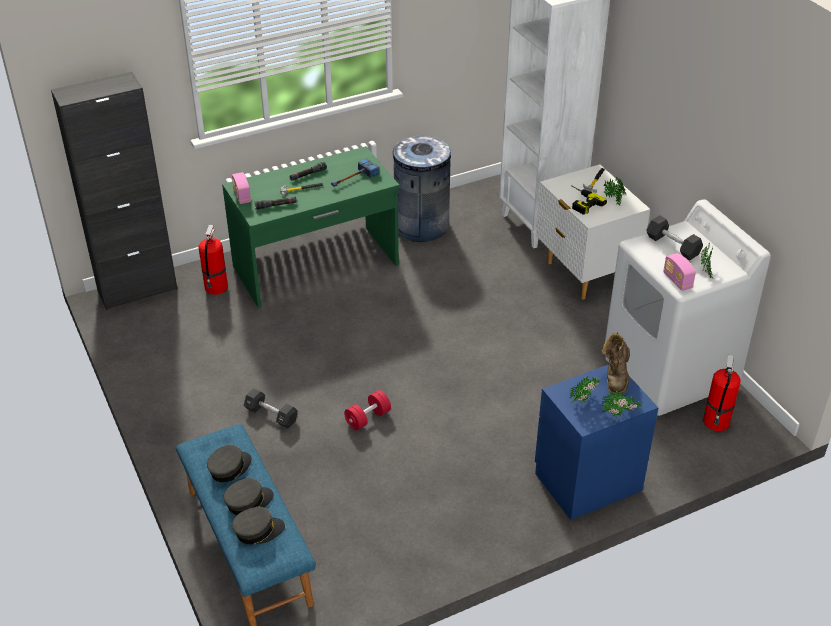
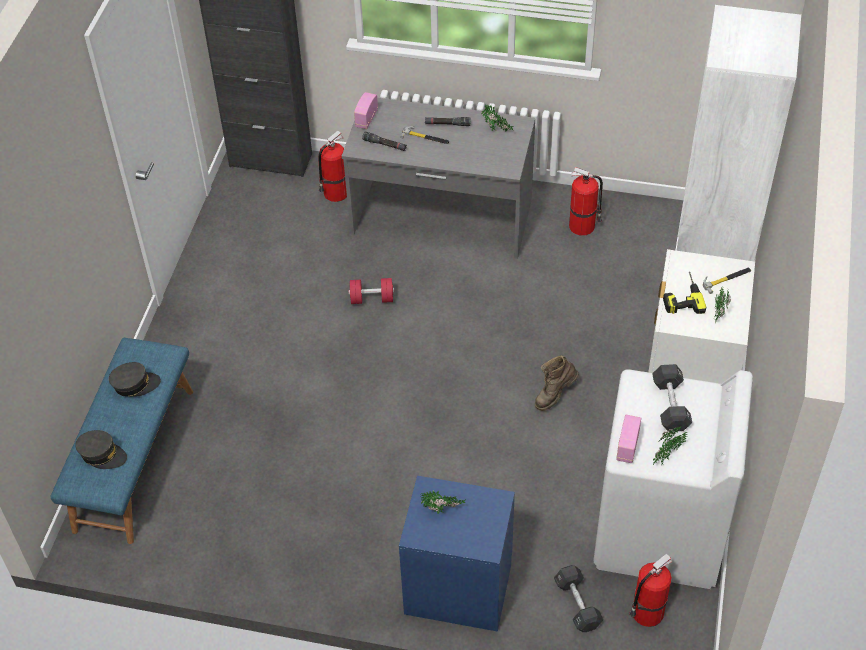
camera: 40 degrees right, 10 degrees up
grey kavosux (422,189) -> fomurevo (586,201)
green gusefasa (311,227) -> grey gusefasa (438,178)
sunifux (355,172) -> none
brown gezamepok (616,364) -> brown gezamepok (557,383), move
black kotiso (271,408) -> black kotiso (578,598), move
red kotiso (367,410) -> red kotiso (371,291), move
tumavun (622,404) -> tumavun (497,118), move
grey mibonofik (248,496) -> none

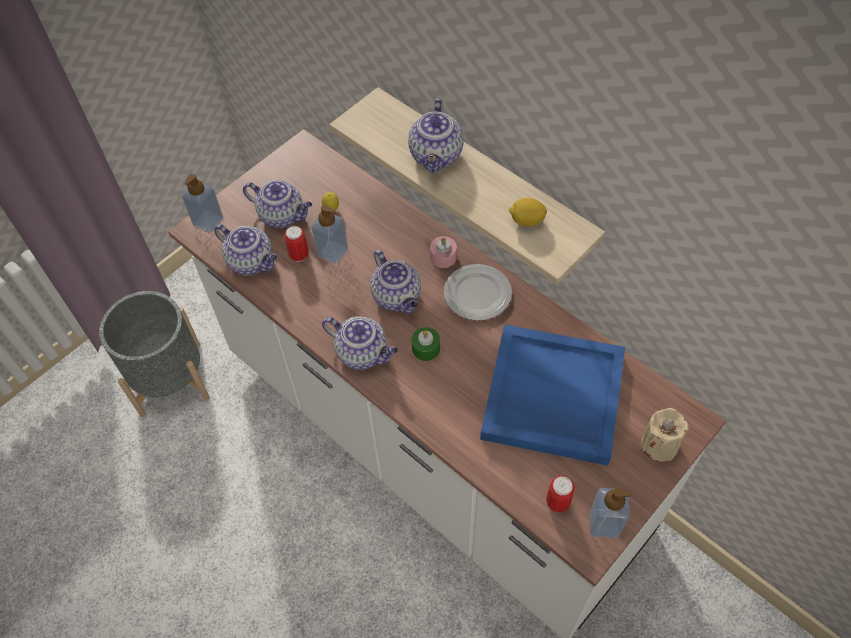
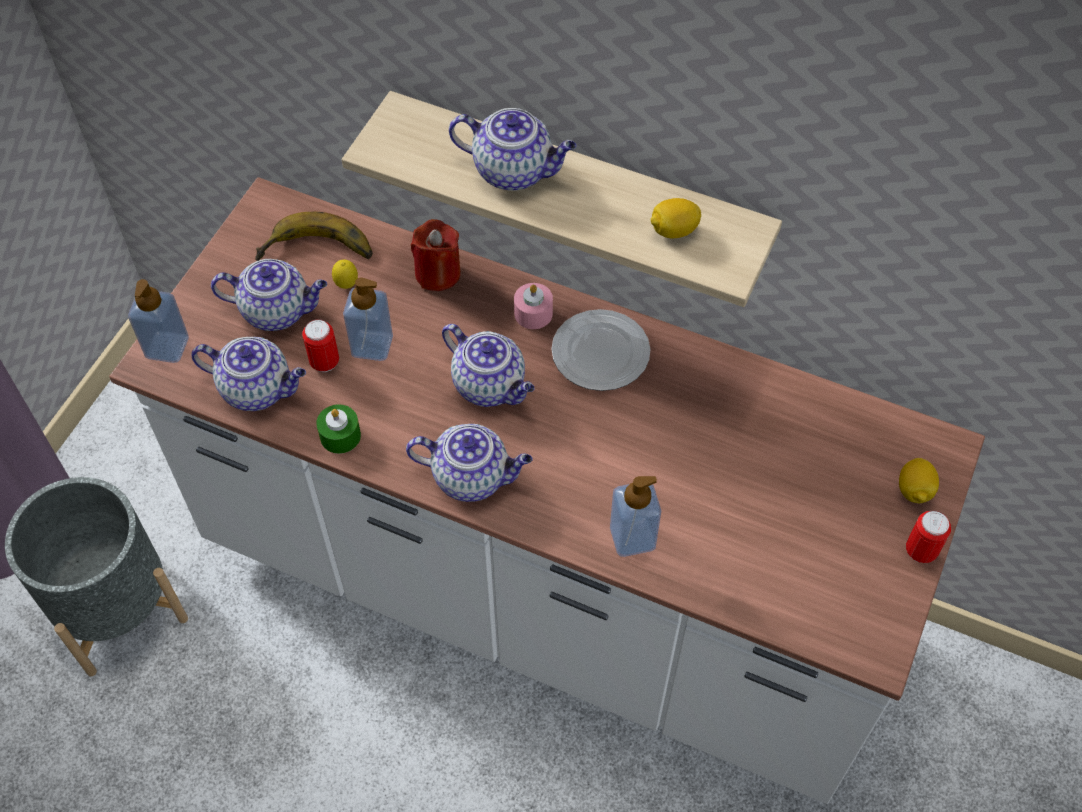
camera: 20 degrees left, 0 degrees up
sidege (436,136) -> sidege (513,149), 60 degrees counterclockwise
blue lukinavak (552,395) -> none
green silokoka (425,344) -> green silokoka (338,429), move
beige silokoka (665,434) -> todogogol (919,480)
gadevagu (560,494) -> gadevagu (928,537), move
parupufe (611,513) -> parupufe (635,516), move
none -> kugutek (314,236)
none -> red silokoka (436,255)

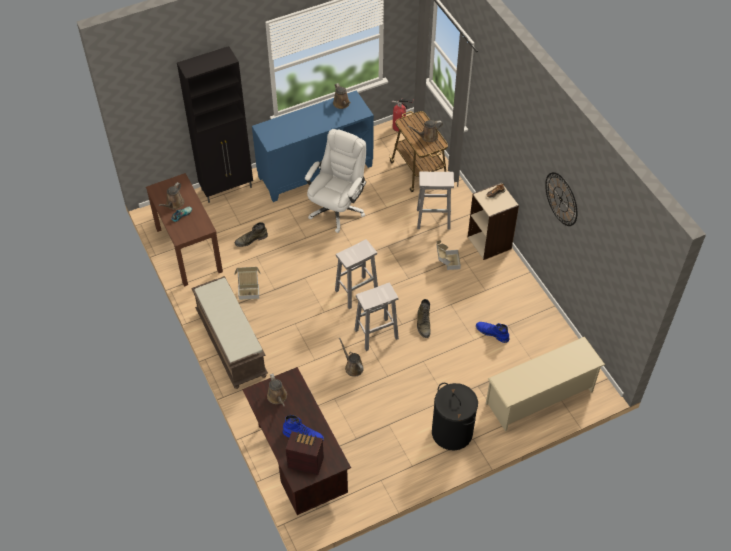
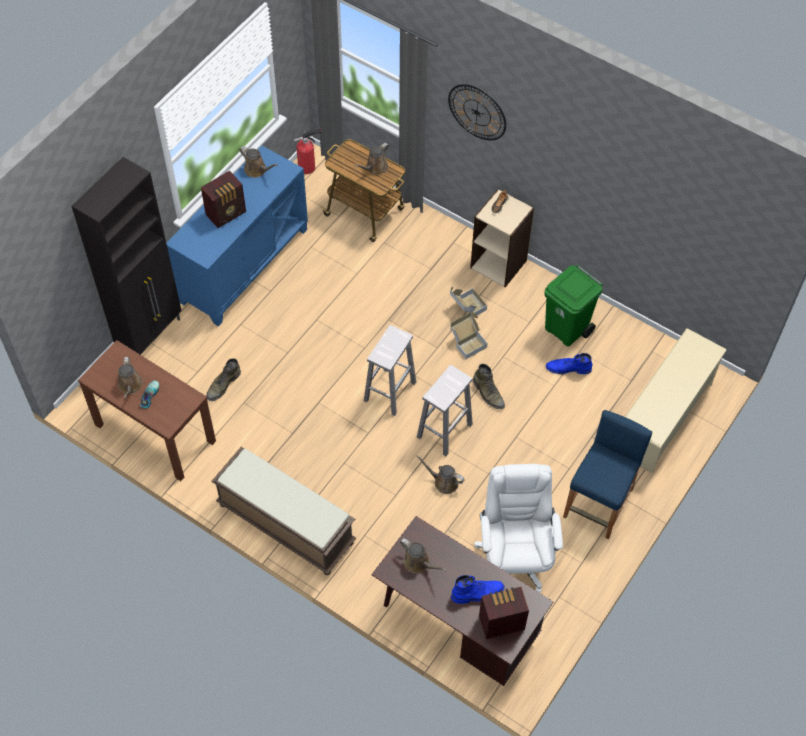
camera: 30 degrees left, 5 degrees up
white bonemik (335,181) -> white bonemik (518,528), move
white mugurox (435,200) -> none
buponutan (561,199) -> buponutan (477,112), move
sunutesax (247,283) -> sunutesax (468,335), move
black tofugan (455,416) -> blue mugurox (607,474)
none -> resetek (223,199)
none -> green kavosux (574,305)

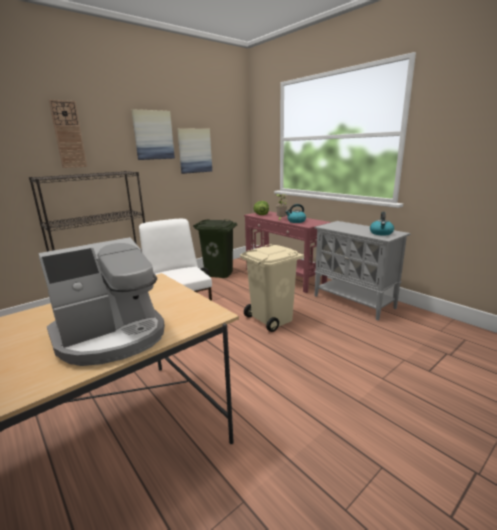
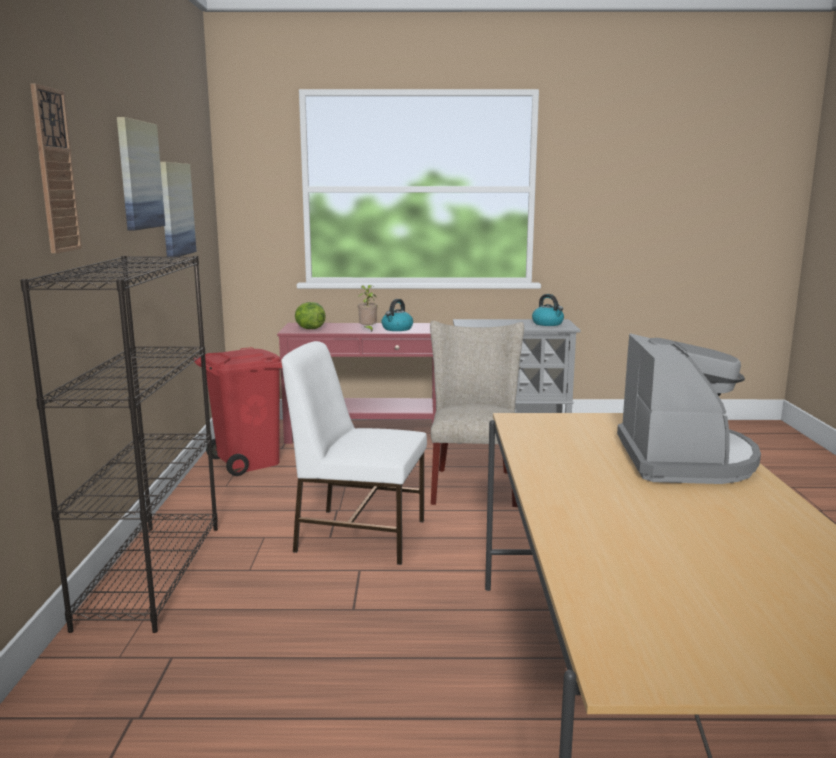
camera: 50 degrees left, 5 degrees down
green kavosux (215,248) -> red kavosux (238,411)
beige kavosux (272,288) -> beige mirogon (477,414)

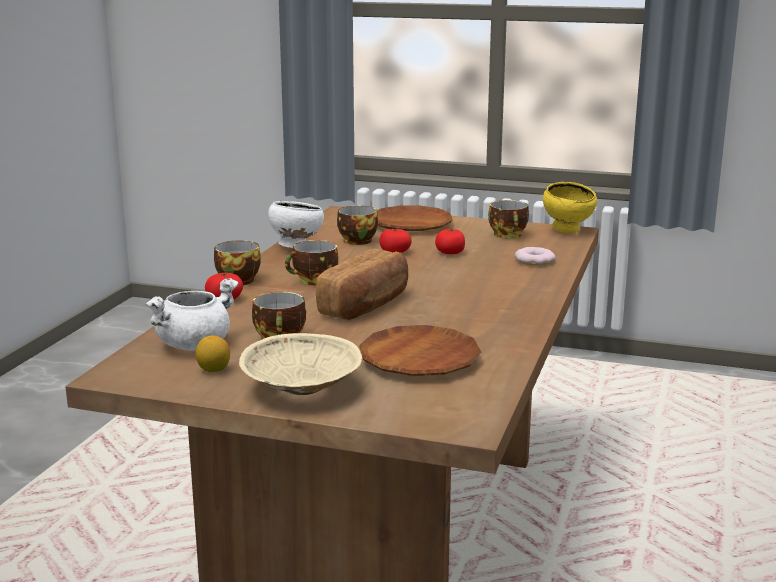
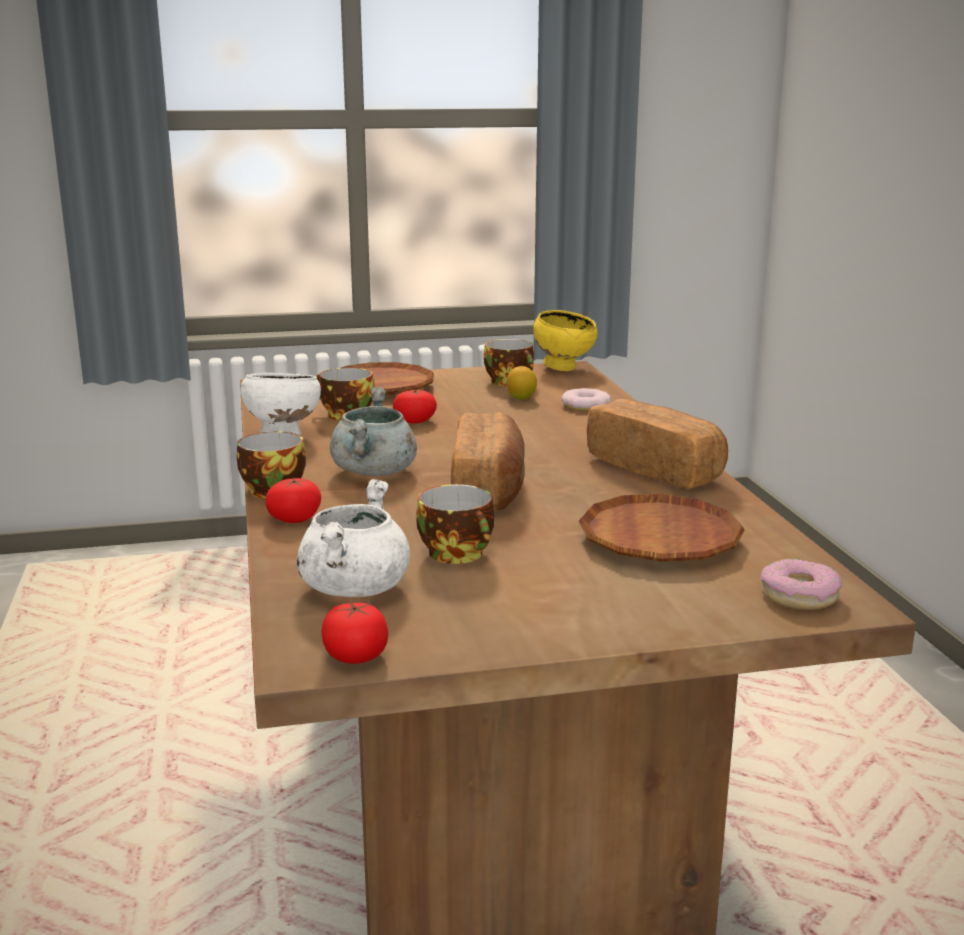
camera: 30 degrees left, 0 degrees up
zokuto (450,241) -> zokuto (354,633), move
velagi (312,262) -> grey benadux (373,431)
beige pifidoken (300,364) -> none
todogogol (213,354) -> todogogol (521,383), move
none -> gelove (657,444)
none -> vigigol (801,584)

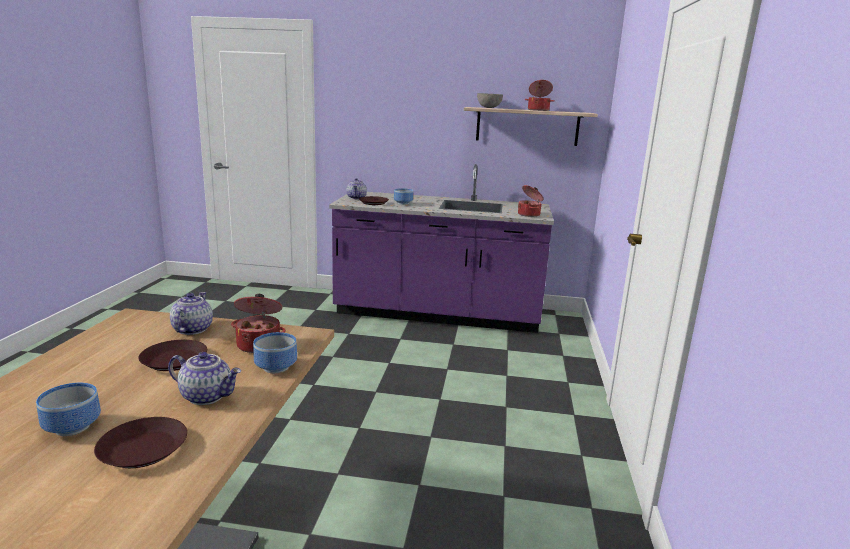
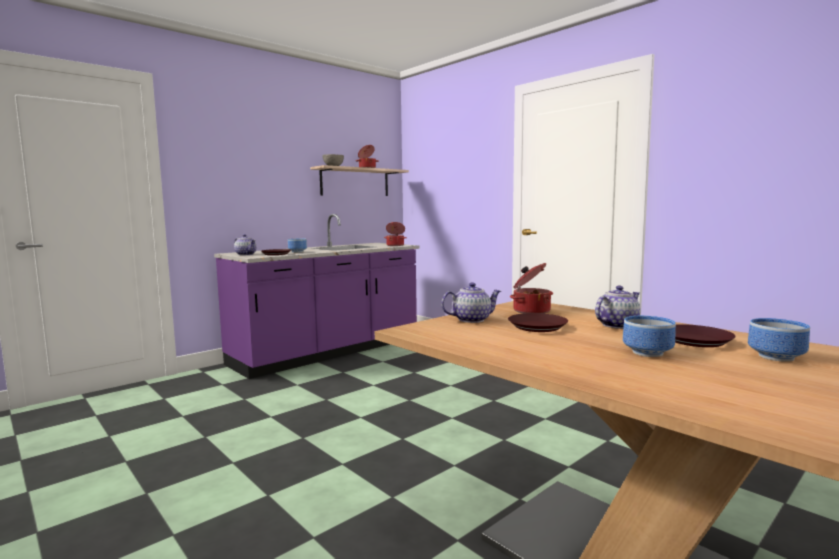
camera: 50 degrees left, 10 degrees down
sidege (191,313) -> sidege (471,302), 120 degrees clockwise
pifidoken (275,352) -> pifidoken (779,340), move

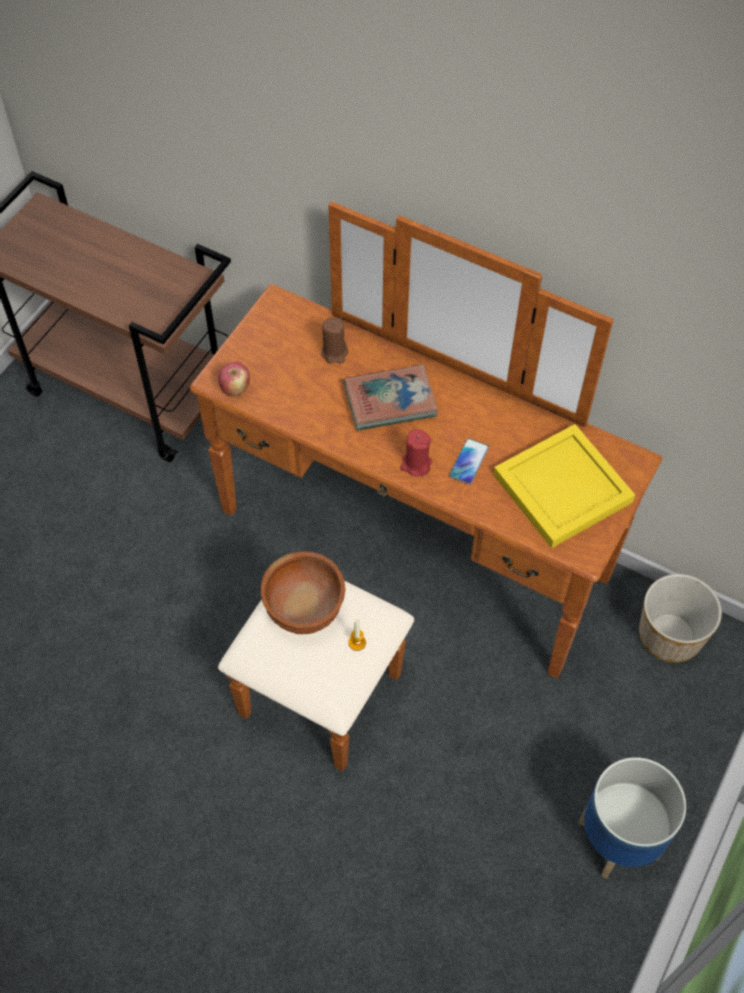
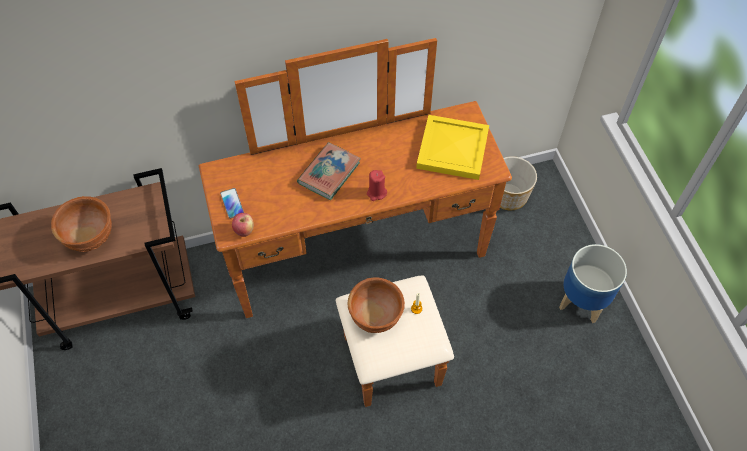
camera: 45 degrees left, 0 degrees up
brown silokoka (334,340) -> none
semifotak (469,461) -> semifotak (232,203), move
none -> brown pifidoken (81,224)

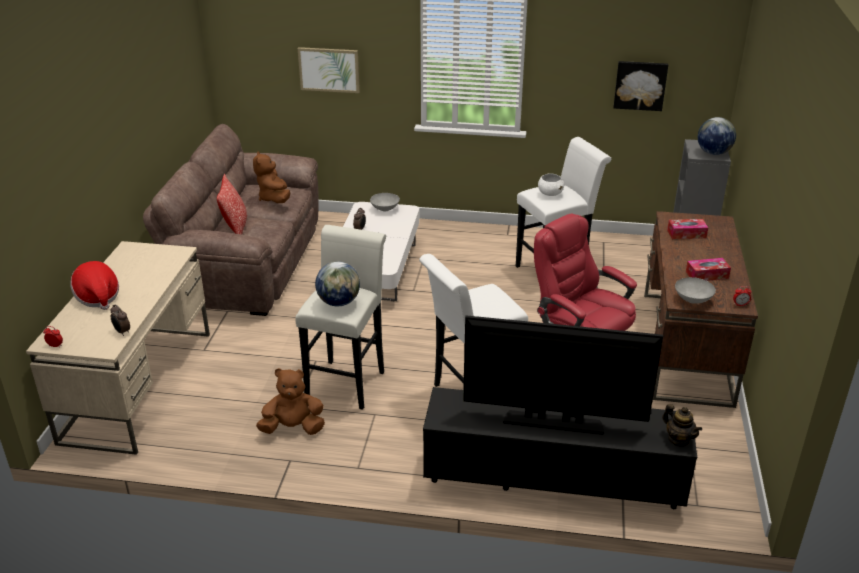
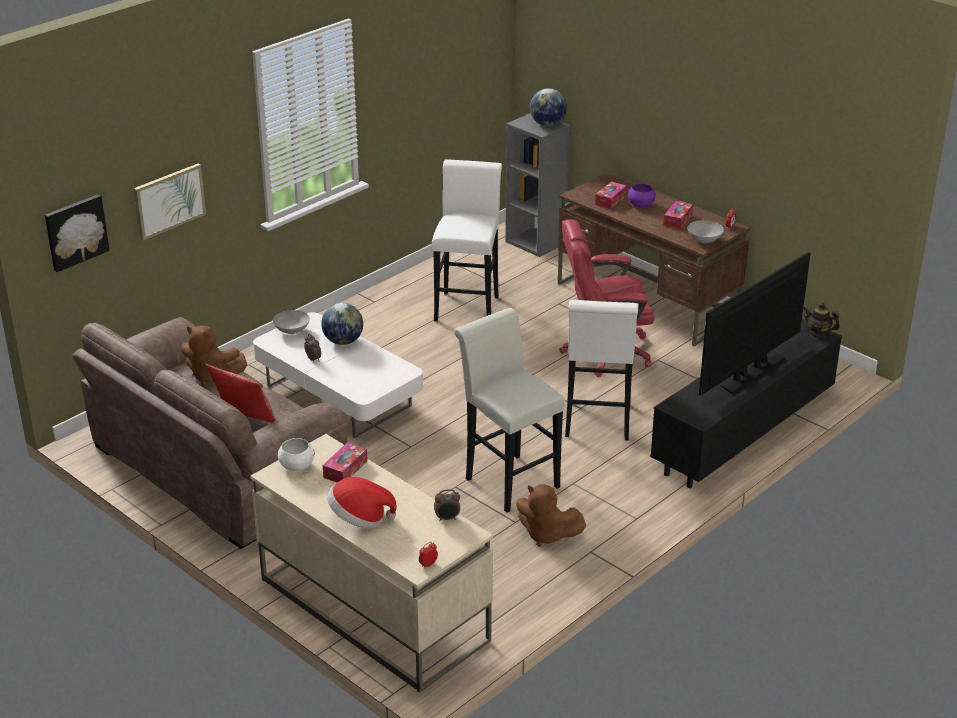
camera: 55 degrees left, 0 degrees up
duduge (640,86) -> duduge (77,233), move
white pifidoken (551,184) -> white pifidoken (296,454), move
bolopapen (337,283) -> bolopapen (342,324), move
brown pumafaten (290,401) -> brown pumafaten (551,516), 90 degrees counterclockwise
sidege (682,425) -> sidege (821,320), 150 degrees counterclockwise
none -> purple pifidoken (642,195)
none -> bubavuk (345,462)

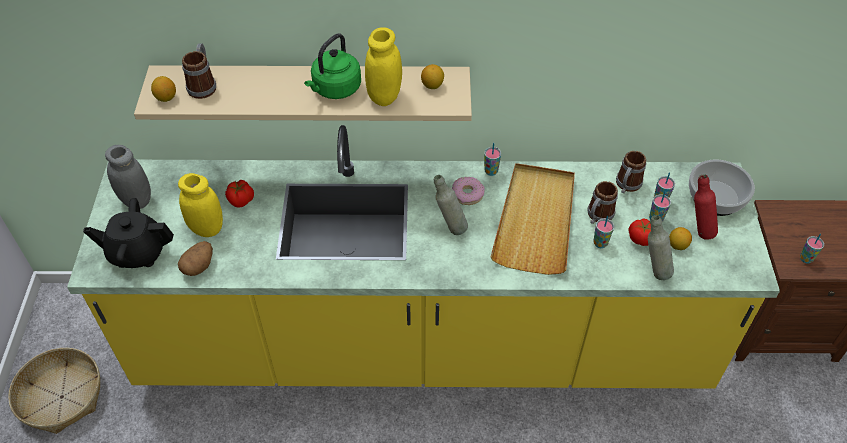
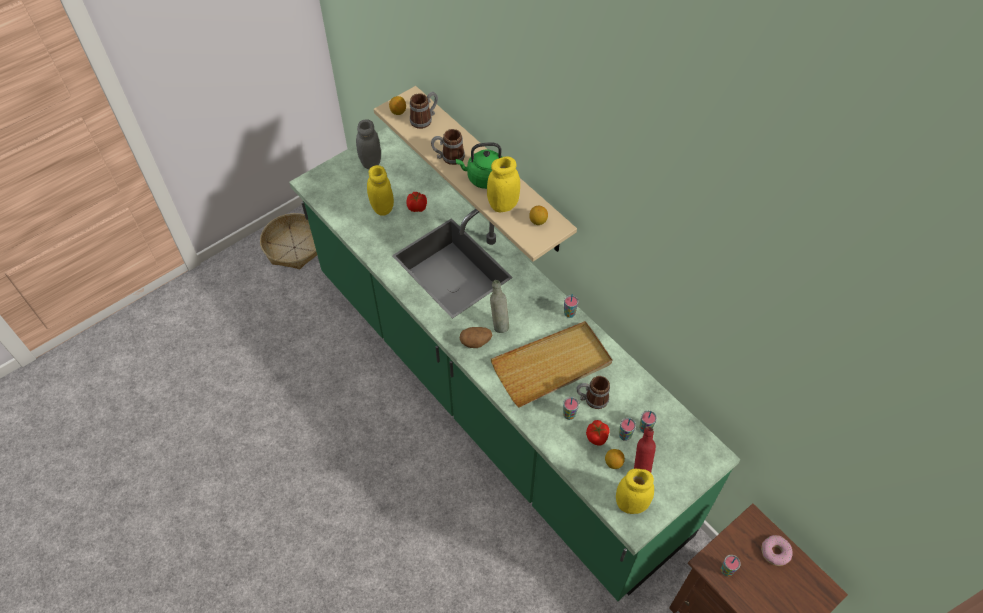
camera: 50 degrees right, 5 degrees up
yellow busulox (423,257) -> green busulox (515,364)
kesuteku (631,172) -> kesuteku (448,147), move
pifidoken (722,188) -> none
vigigol (468,191) -> vigigol (777,550), move
black sidege (128,233) -> none
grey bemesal (661,247) -> none
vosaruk (195,258) -> vosaruk (476,337), move
none -> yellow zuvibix (635,491)

